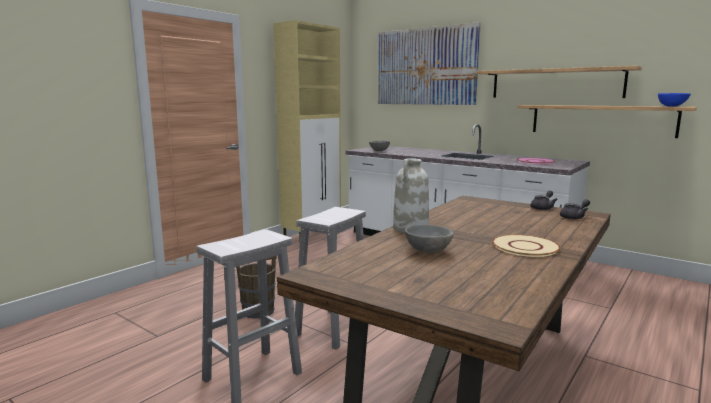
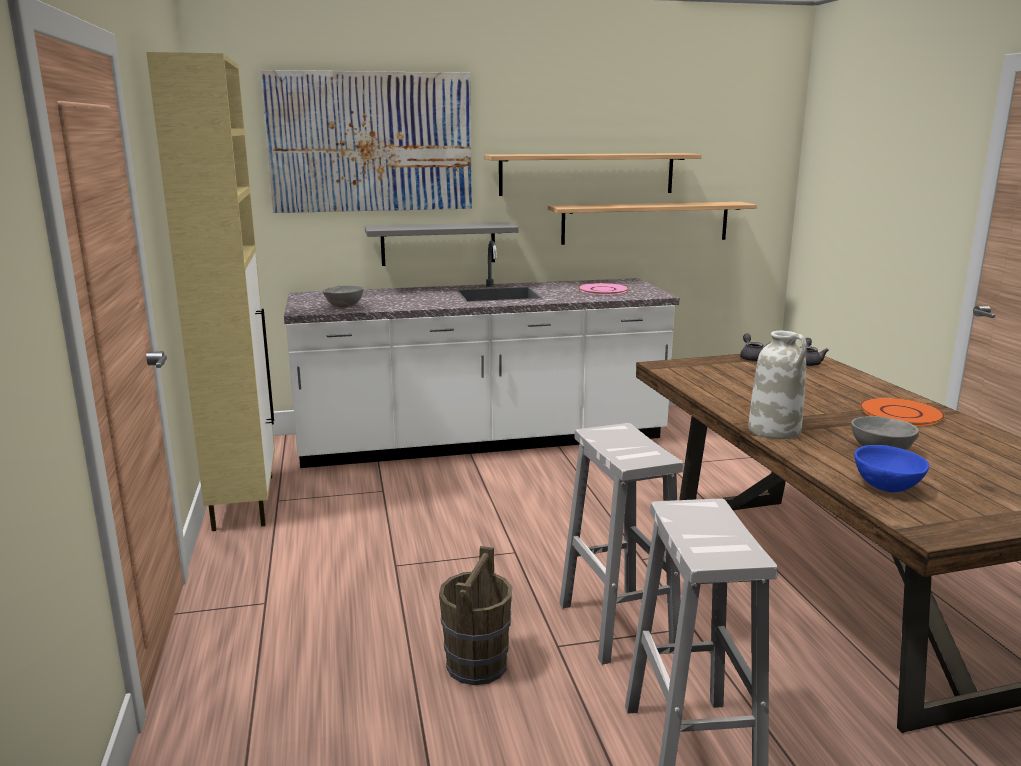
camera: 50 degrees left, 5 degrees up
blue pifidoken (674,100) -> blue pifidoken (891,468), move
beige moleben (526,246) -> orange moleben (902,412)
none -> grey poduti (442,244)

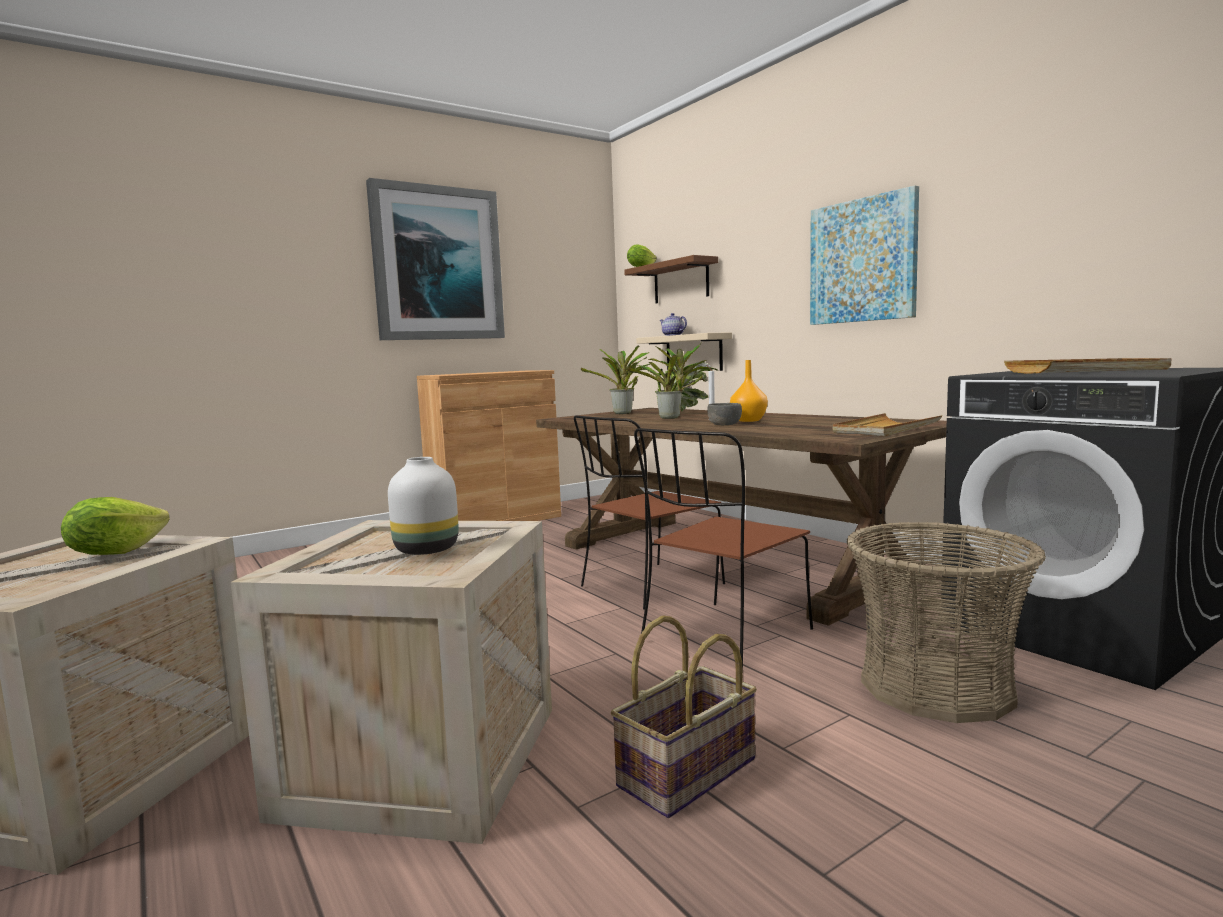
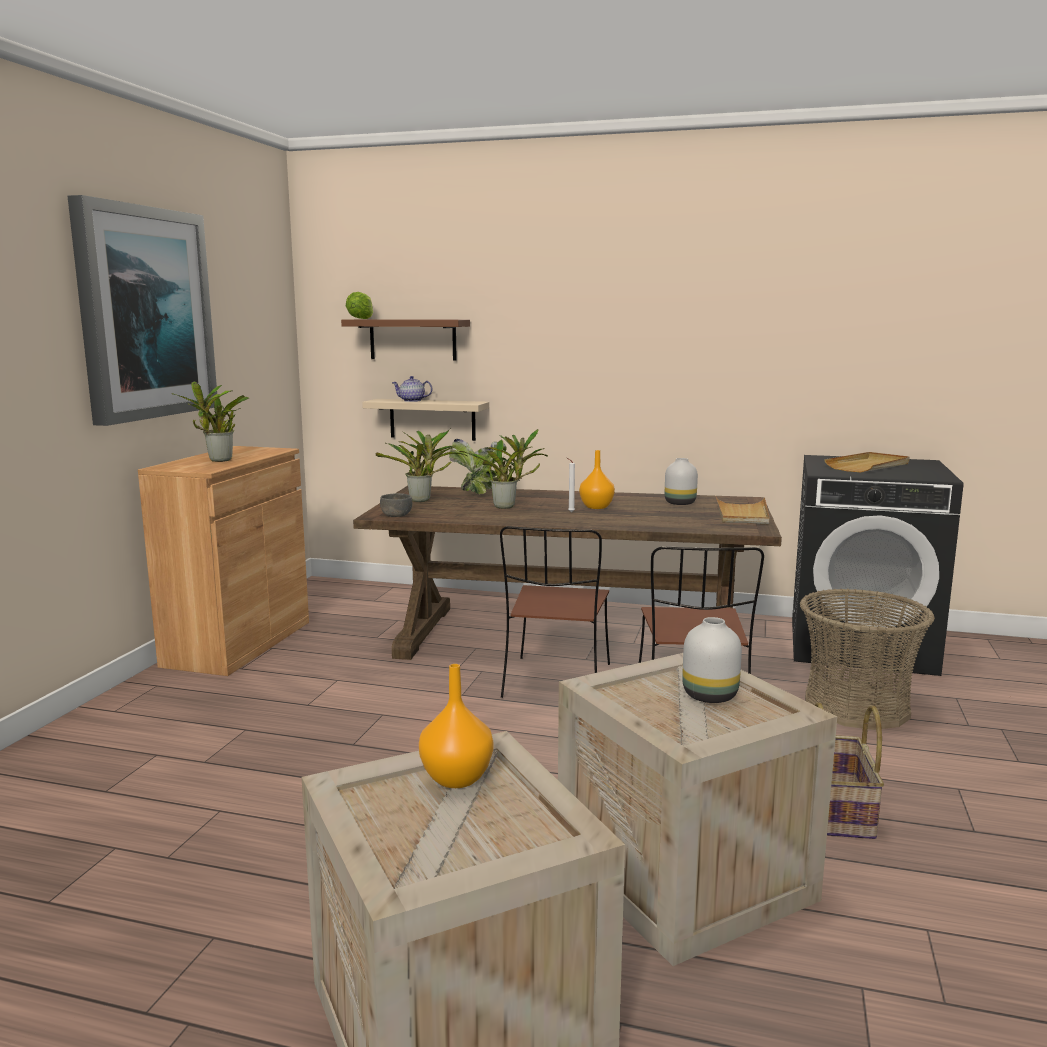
camera: 40 degrees left, 5 degrees up
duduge (864,255) -> none
grey pifidoken (724,414) -> grey pifidoken (396,505), move
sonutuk (115,526) -> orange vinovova (456,726)
none -> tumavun (210,421)
none -> white vinovova (681,481)

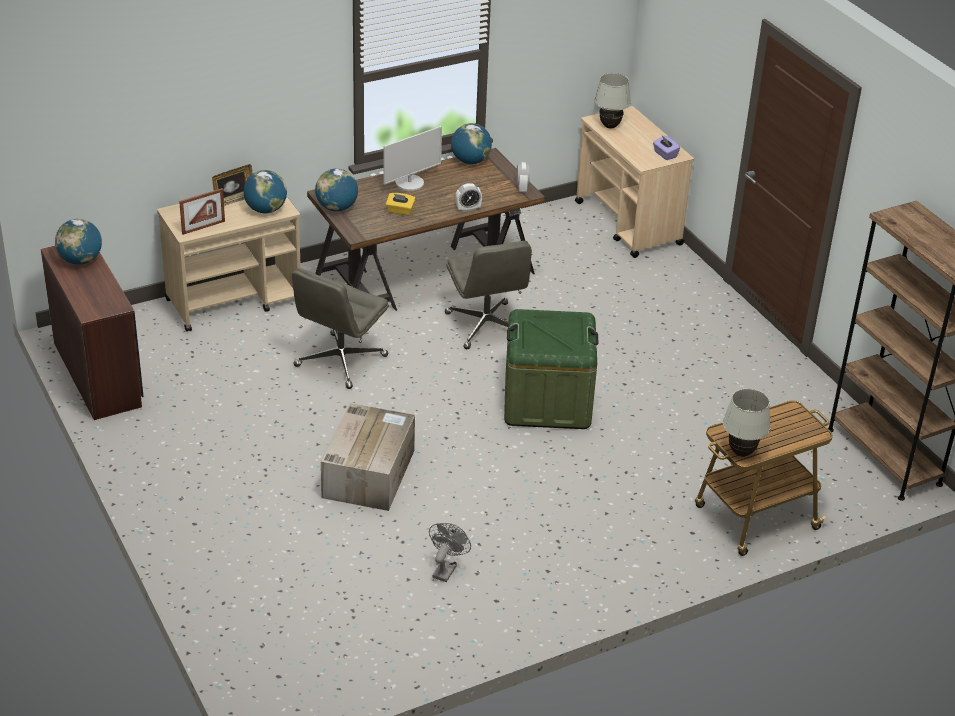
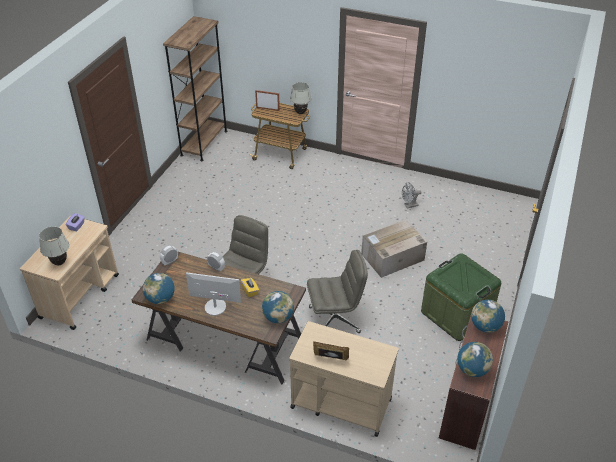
camera: 130 degrees left, 5 degrees up
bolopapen (265,191) -> bolopapen (488,316), move
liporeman (202,211) -> liporeman (267,100), move
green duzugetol (551,369) -> green duzugetol (461,297), move

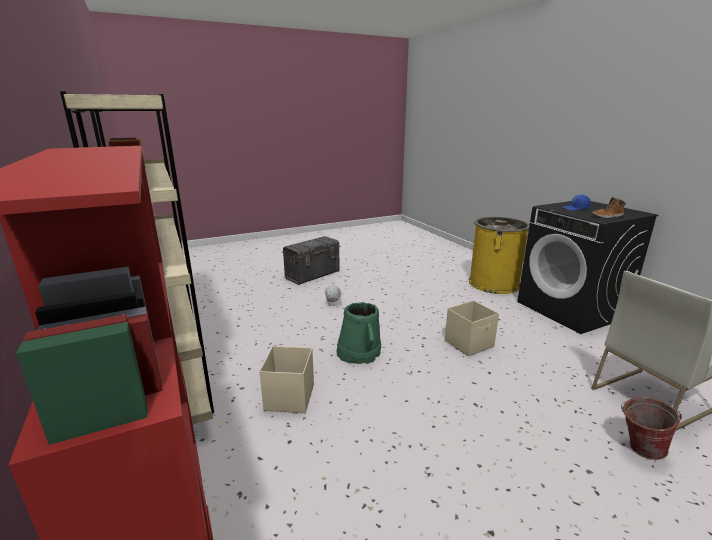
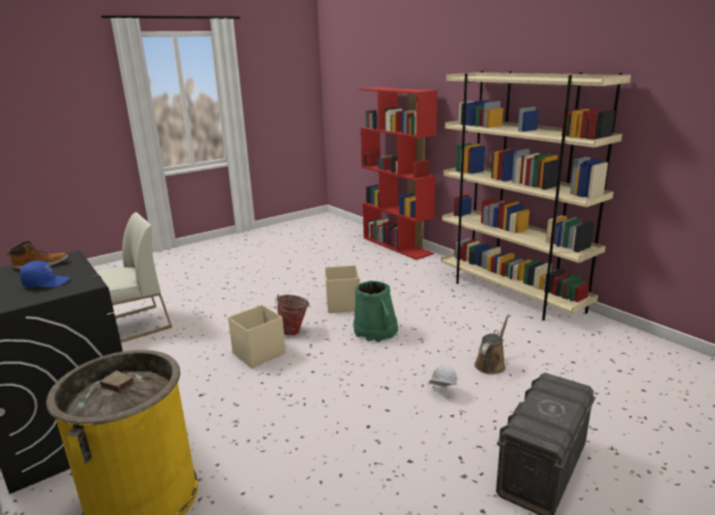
camera: 170 degrees right, 0 degrees up
beige duzugetol (286,379) -> beige duzugetol (342,289), move
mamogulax (651,428) -> mamogulax (292,315), move
none -> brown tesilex (492,344)

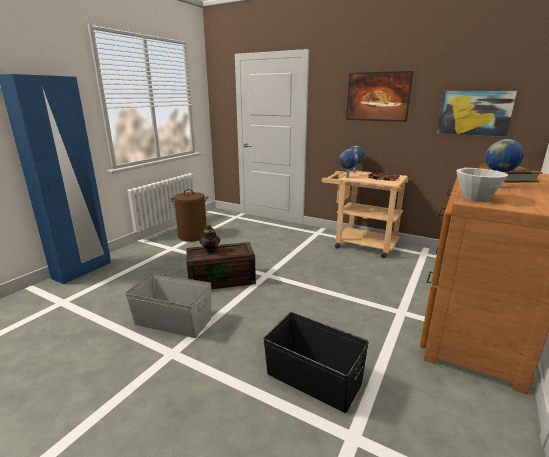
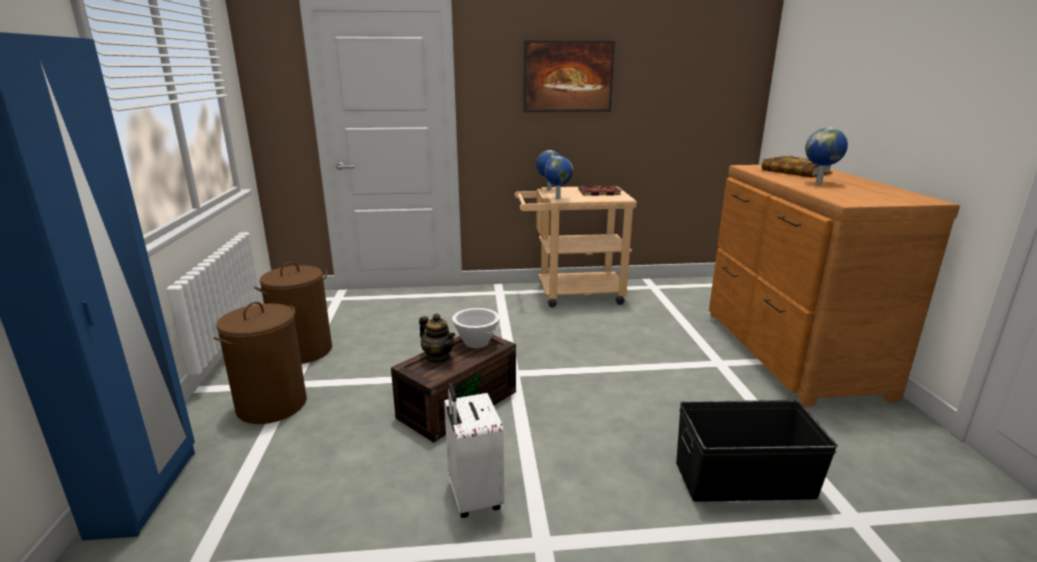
camera: 35 degrees left, 0 degrees up
duduge (477,114) -> none
white pifidoken (482,184) -> white pifidoken (476,328), move
grey duzugetol (168,305) -> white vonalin (474,450)
none -> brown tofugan (260,363)

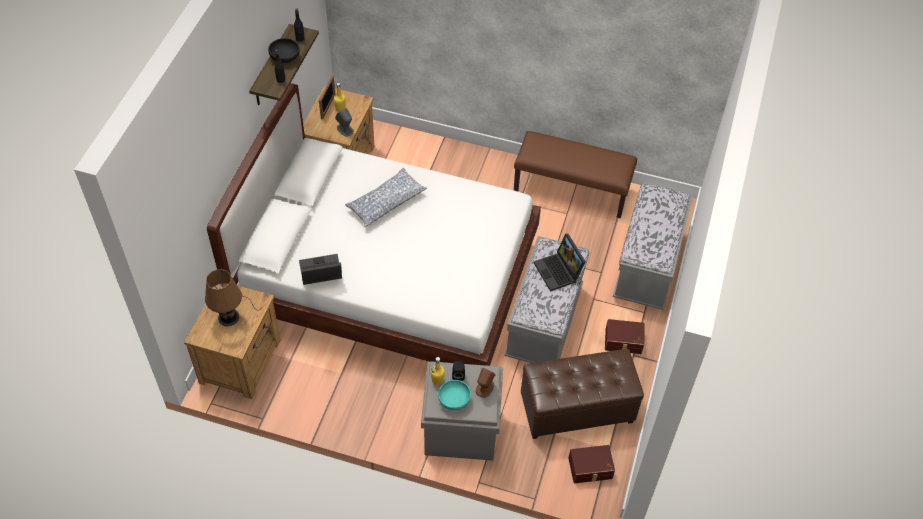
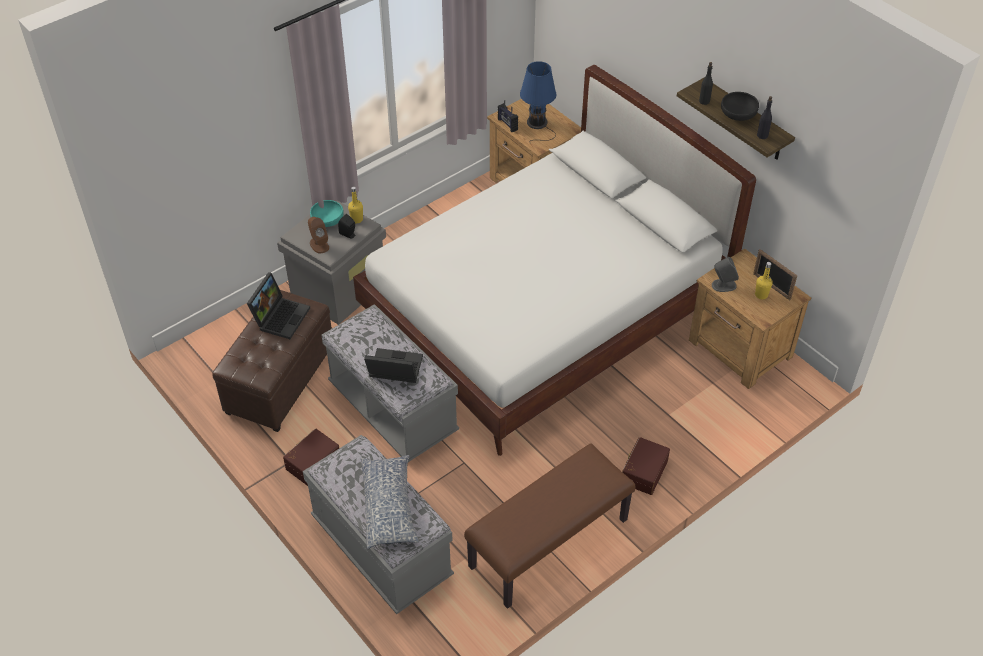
camera: 125 degrees right, 5 degrees down
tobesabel (386,197) -> tobesabel (390,502), move
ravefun (320,269) -> ravefun (278,305), move
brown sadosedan (232,297) -> blue sadosedan (538,102)
brown duzugetol (591,464) -> brown duzugetol (646,466), move
none -> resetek (508,116)

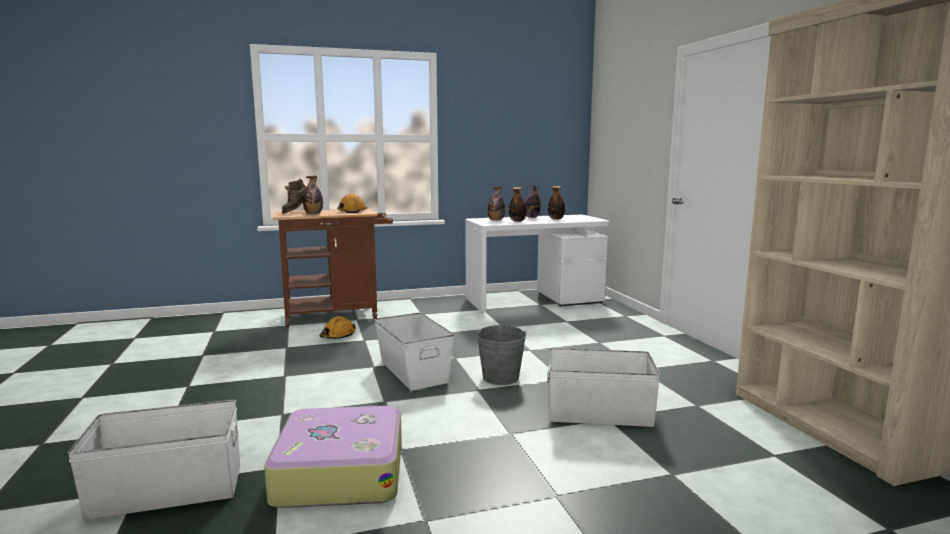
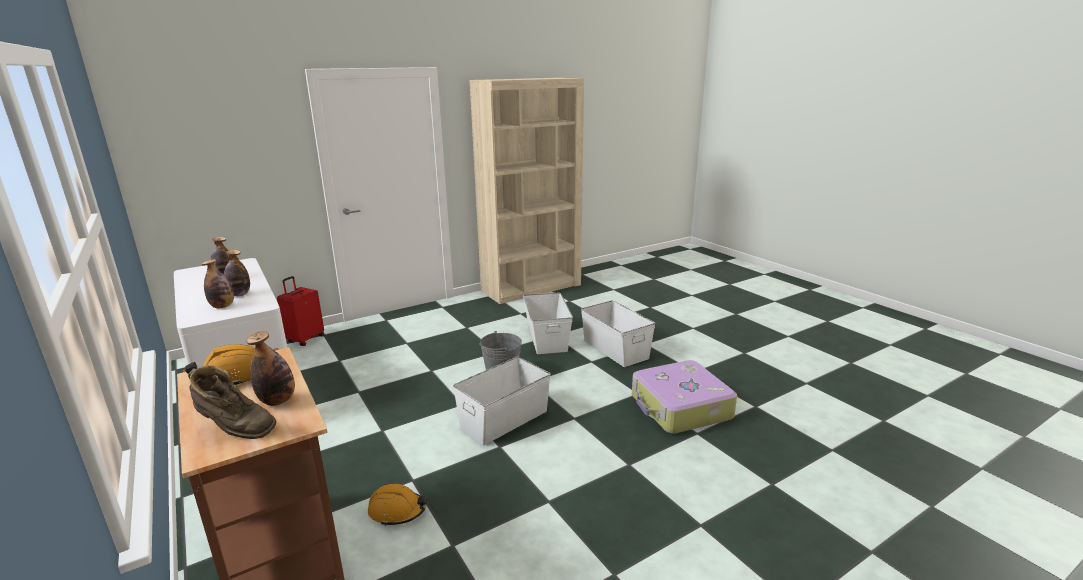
camera: 105 degrees left, 10 degrees up
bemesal (533,201) -> none
white duzugetol (153,460) -> white duzugetol (618,333), move
none -> red vonalin (301,311)

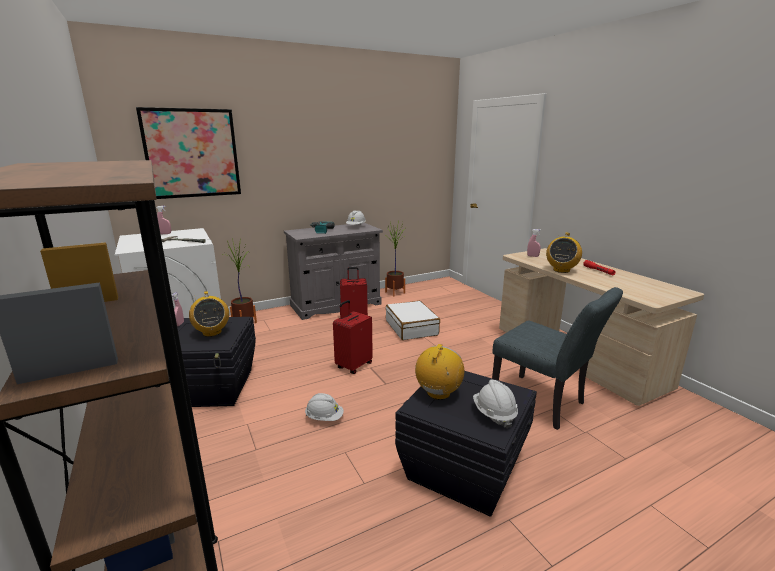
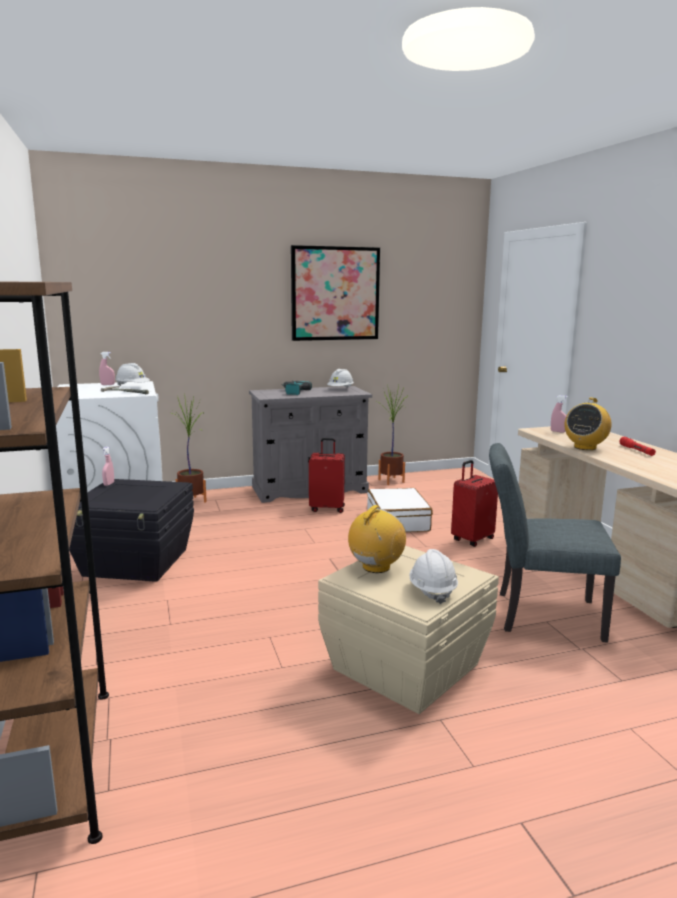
camera: 10 degrees right, 5 degrees down
duduge (188,153) -> duduge (335,293), move
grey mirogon (557,358) -> grey mirogon (555,543), 135 degrees clockwise
resetek (209,314) -> none
red vonalin (353,337) -> red vonalin (474,503), move
black duzugetol (466,444) -> beige duzugetol (408,630)
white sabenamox (324,407) -> white sabenamox (132,374), move

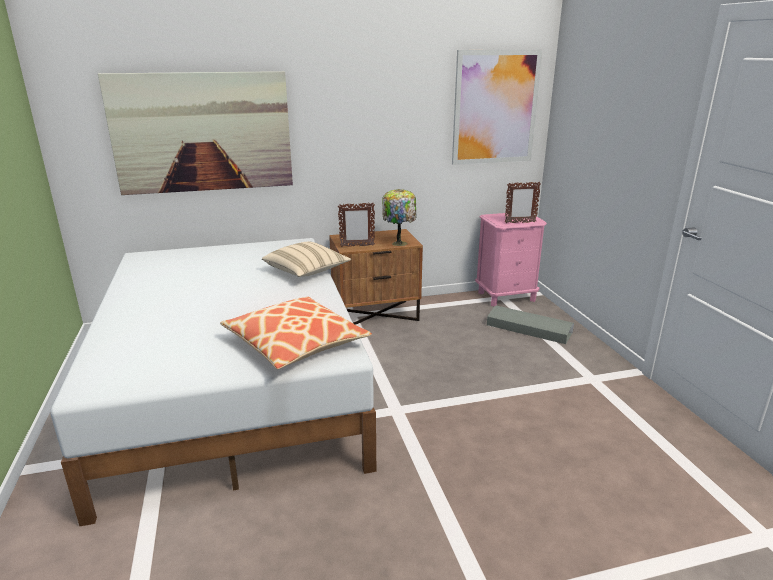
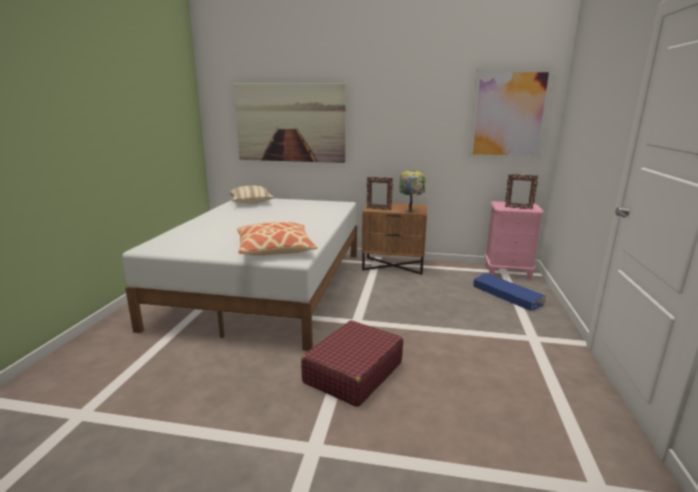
camera: 25 degrees right, 5 degrees down
beige tobesabel (306,259) -> beige tobesabel (252,194), move
grey duzugetol (530,324) -> blue duzugetol (509,292)
none -> red vonalin (352,363)

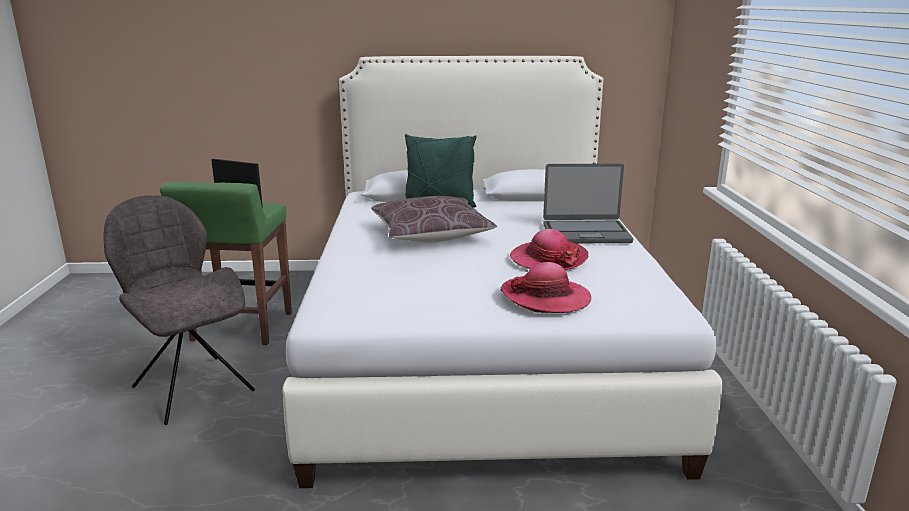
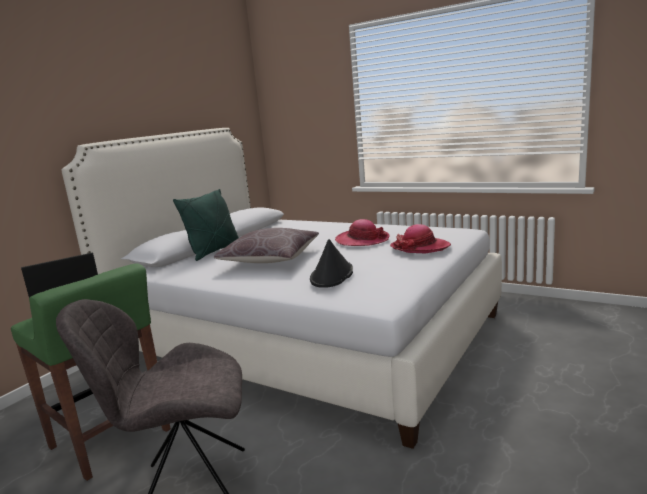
camera: 55 degrees left, 5 degrees down
ravefun (588,203) -> none
none -> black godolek (331,263)

